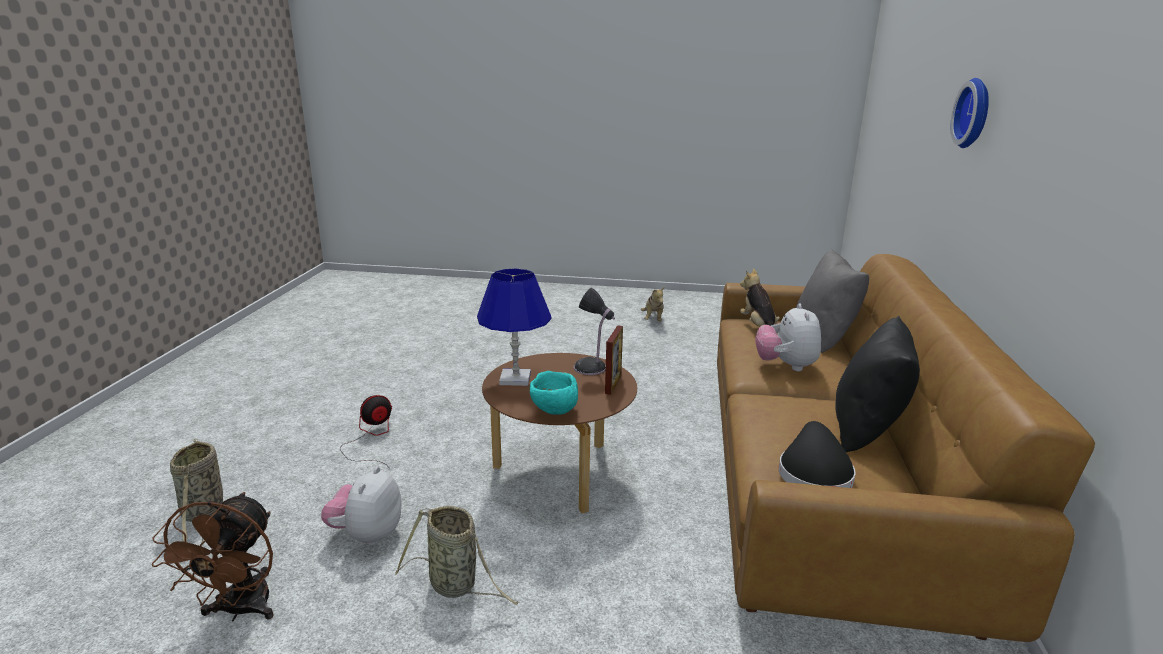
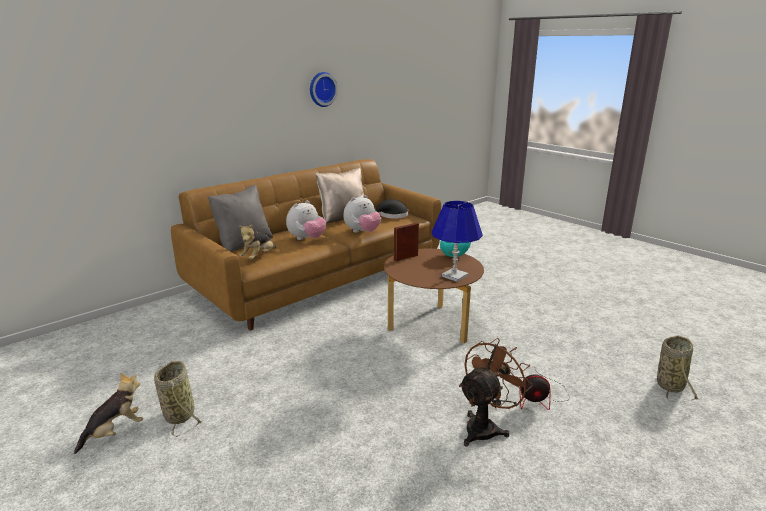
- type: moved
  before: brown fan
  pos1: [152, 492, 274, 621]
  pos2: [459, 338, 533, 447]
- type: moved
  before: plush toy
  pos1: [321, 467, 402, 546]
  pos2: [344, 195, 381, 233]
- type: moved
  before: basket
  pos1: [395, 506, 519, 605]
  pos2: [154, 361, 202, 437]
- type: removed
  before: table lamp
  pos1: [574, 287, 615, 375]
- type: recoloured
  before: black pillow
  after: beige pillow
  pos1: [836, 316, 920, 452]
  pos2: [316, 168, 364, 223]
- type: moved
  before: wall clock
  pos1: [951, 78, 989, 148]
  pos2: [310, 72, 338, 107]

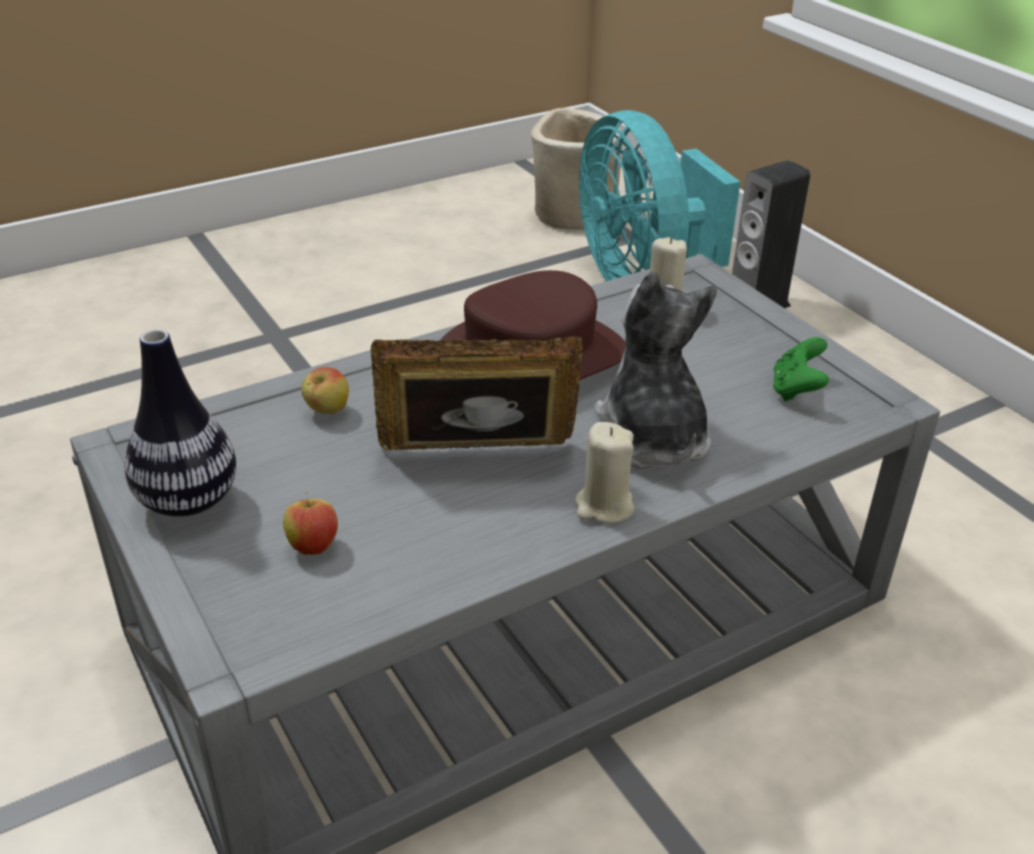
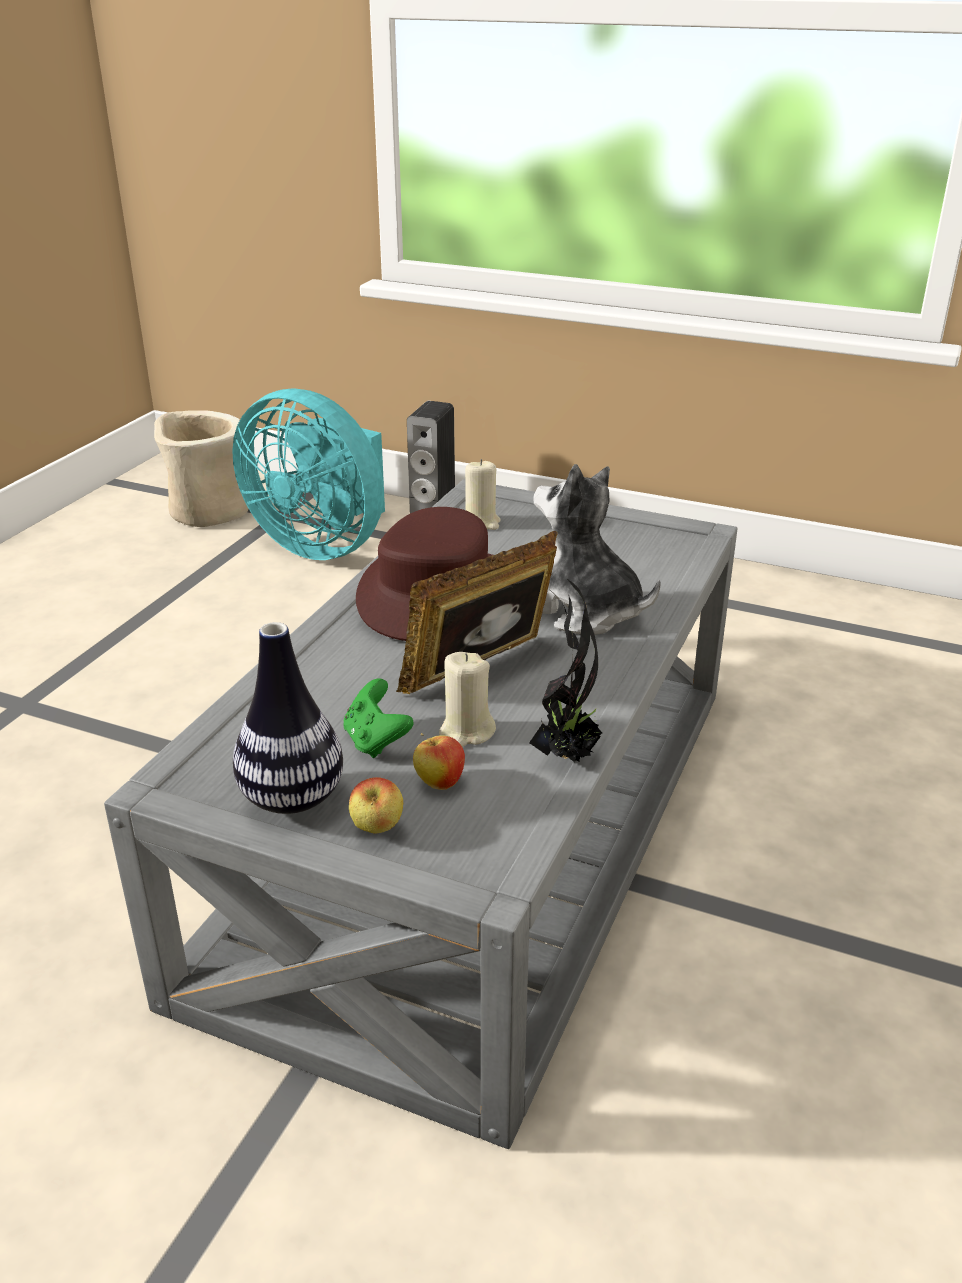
- type: moved
  before: apple
  pos1: [301, 367, 349, 414]
  pos2: [349, 777, 403, 833]
- type: moved
  before: beige candle
  pos1: [575, 422, 634, 524]
  pos2: [439, 652, 496, 747]
- type: moved
  before: green game controller
  pos1: [773, 337, 829, 401]
  pos2: [344, 678, 414, 758]
- type: added
  after: potted plant
  pos2: [529, 579, 602, 762]

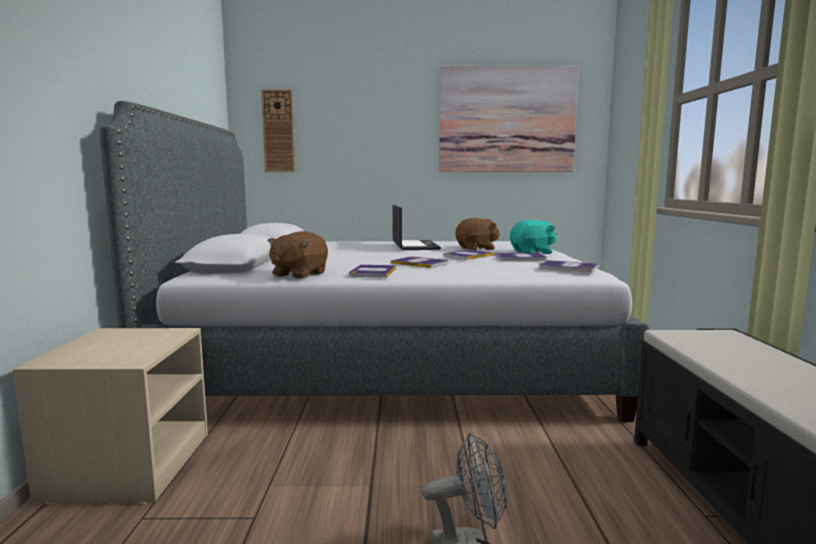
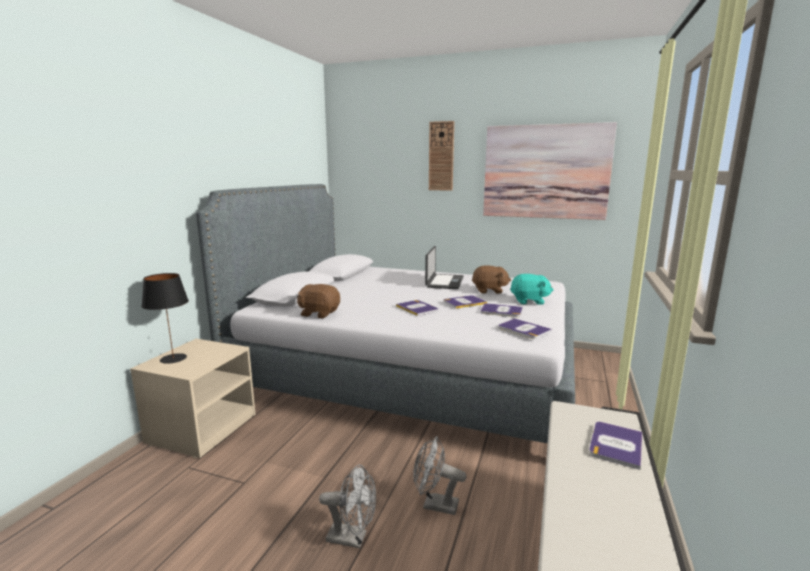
- type: moved
  before: wall clock
  pos1: [261, 90, 295, 172]
  pos2: [429, 121, 454, 191]
- type: turned
  before: brown plush toy
  pos1: [268, 231, 328, 279]
  pos2: [297, 284, 340, 319]
  turn: 60
- type: moved
  before: book
  pos1: [349, 265, 396, 278]
  pos2: [589, 422, 642, 470]
- type: added
  after: black table lamp
  pos2: [141, 273, 189, 364]
- type: added
  after: grey fan
  pos2: [413, 436, 467, 515]

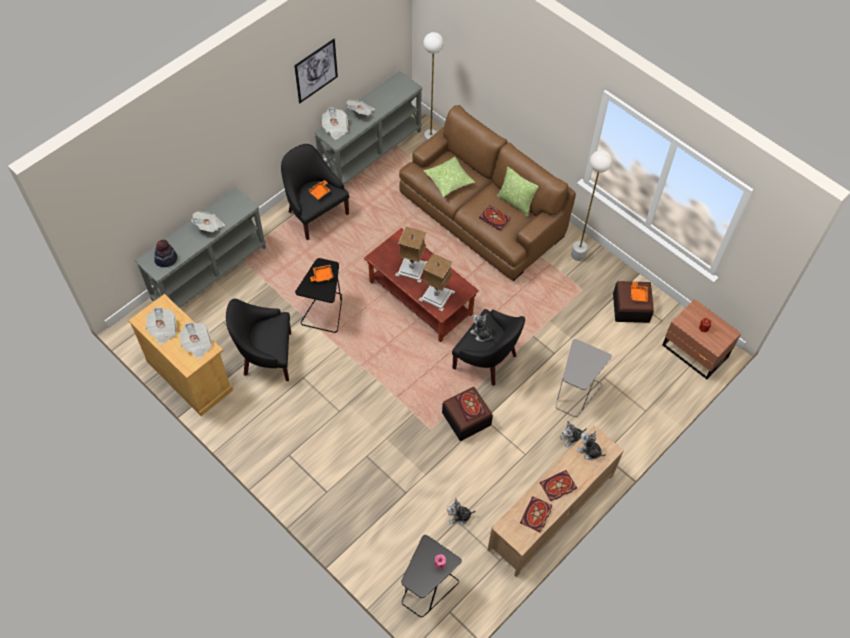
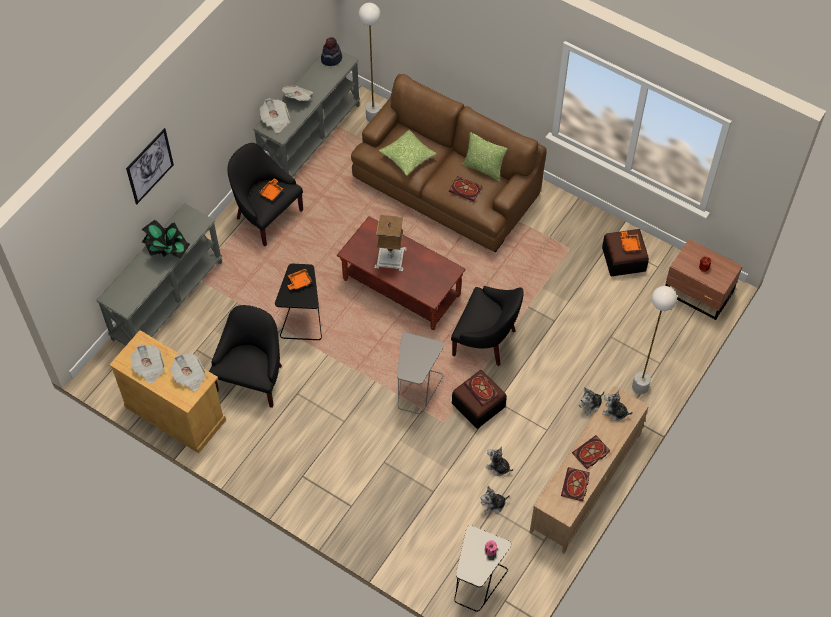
- type: moved
  before: hat
  pos1: [154, 240, 177, 267]
  pos2: [321, 37, 342, 66]
- type: replaced
  before: newspaper
  after: potted plant
  pos1: [191, 211, 225, 233]
  pos2: [141, 220, 190, 259]
- type: turned
  before: black armchair
  pos1: [226, 299, 291, 381]
  pos2: [209, 305, 282, 408]
  turn: 120
- type: moved
  before: picture
  pos1: [294, 39, 338, 103]
  pos2: [126, 128, 174, 204]
- type: removed
  before: table lamp
  pos1: [419, 253, 455, 311]
- type: moved
  before: plush toy
  pos1: [470, 314, 494, 342]
  pos2: [485, 446, 513, 476]
- type: moved
  before: grey side table
  pos1: [556, 339, 612, 417]
  pos2: [397, 332, 445, 414]
- type: moved
  before: white floor lamp
  pos1: [571, 150, 612, 261]
  pos2: [632, 286, 677, 394]

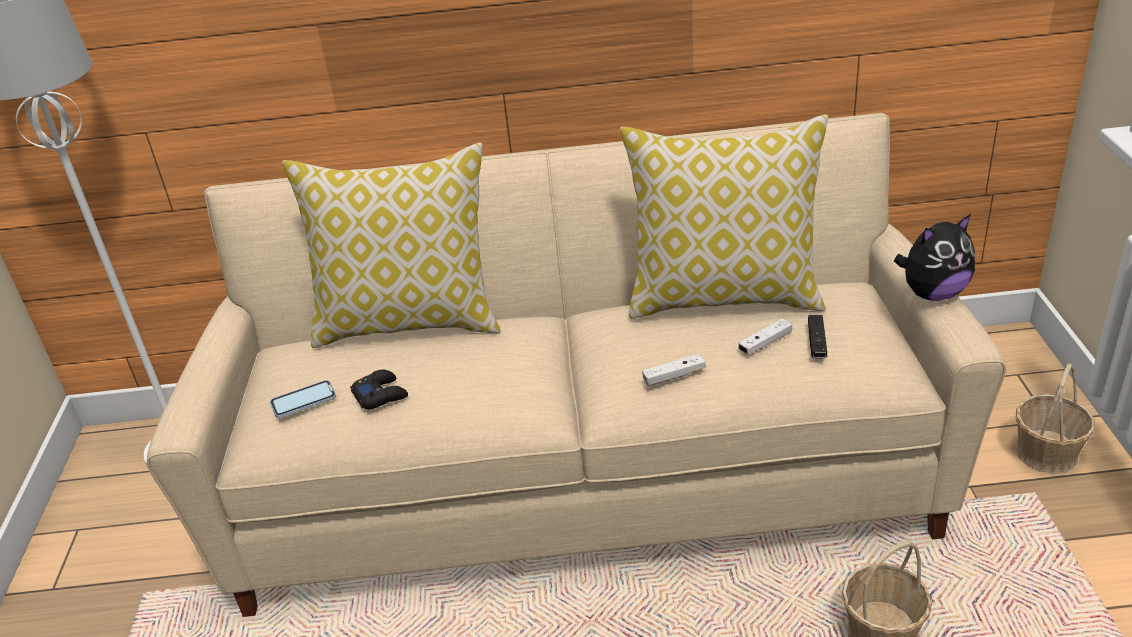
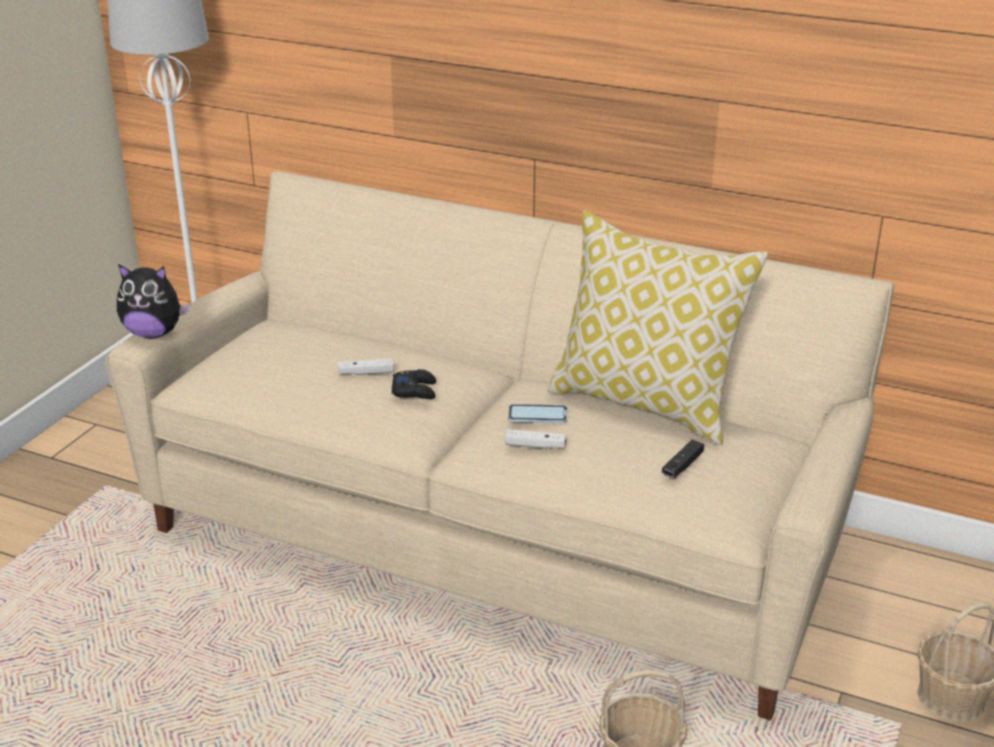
- type: moved
  before: phone
  pos1: [270, 380, 336, 418]
  pos2: [508, 404, 567, 423]
- type: removed
  before: pillow
  pos1: [282, 143, 501, 348]
- type: moved
  before: black game controller
  pos1: [350, 370, 408, 409]
  pos2: [392, 369, 436, 399]
- type: moved
  before: white game controller
  pos1: [738, 318, 792, 354]
  pos2: [338, 359, 394, 375]
- type: moved
  before: plush toy
  pos1: [894, 214, 975, 301]
  pos2: [117, 264, 190, 338]

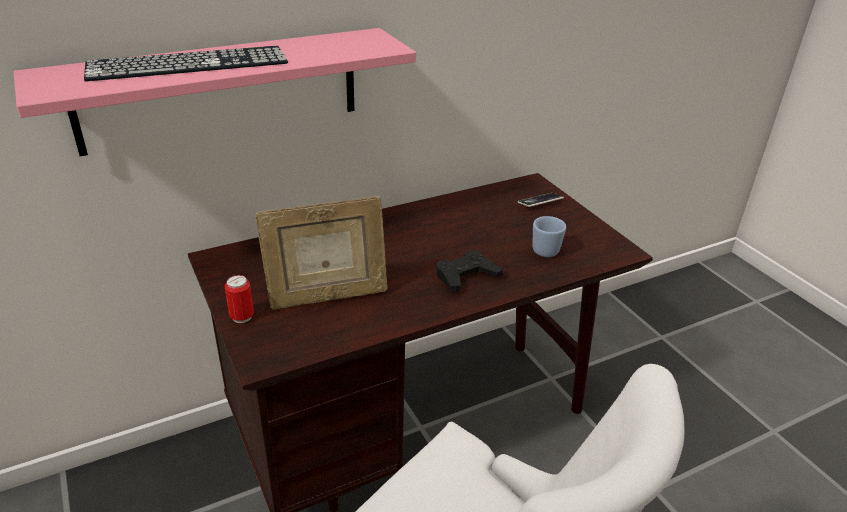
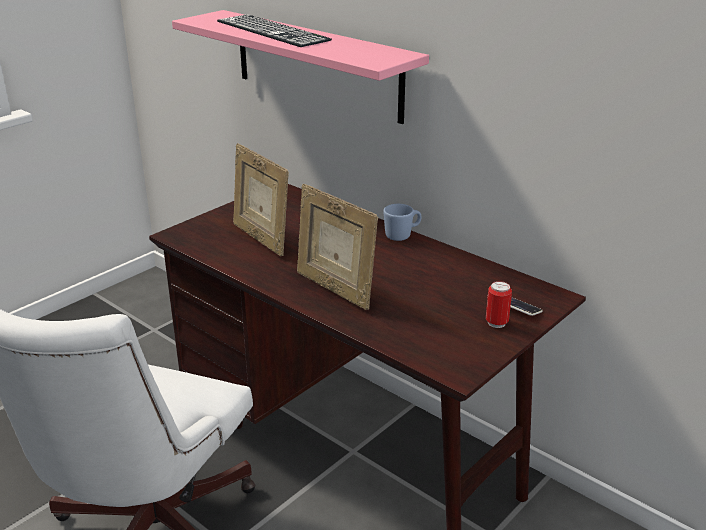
- type: moved
  before: can
  pos1: [225, 275, 254, 323]
  pos2: [486, 281, 512, 328]
- type: replaced
  before: black game controller
  after: picture frame
  pos1: [436, 251, 503, 292]
  pos2: [297, 184, 378, 310]
- type: moved
  before: blue mug
  pos1: [532, 216, 566, 257]
  pos2: [383, 204, 421, 241]

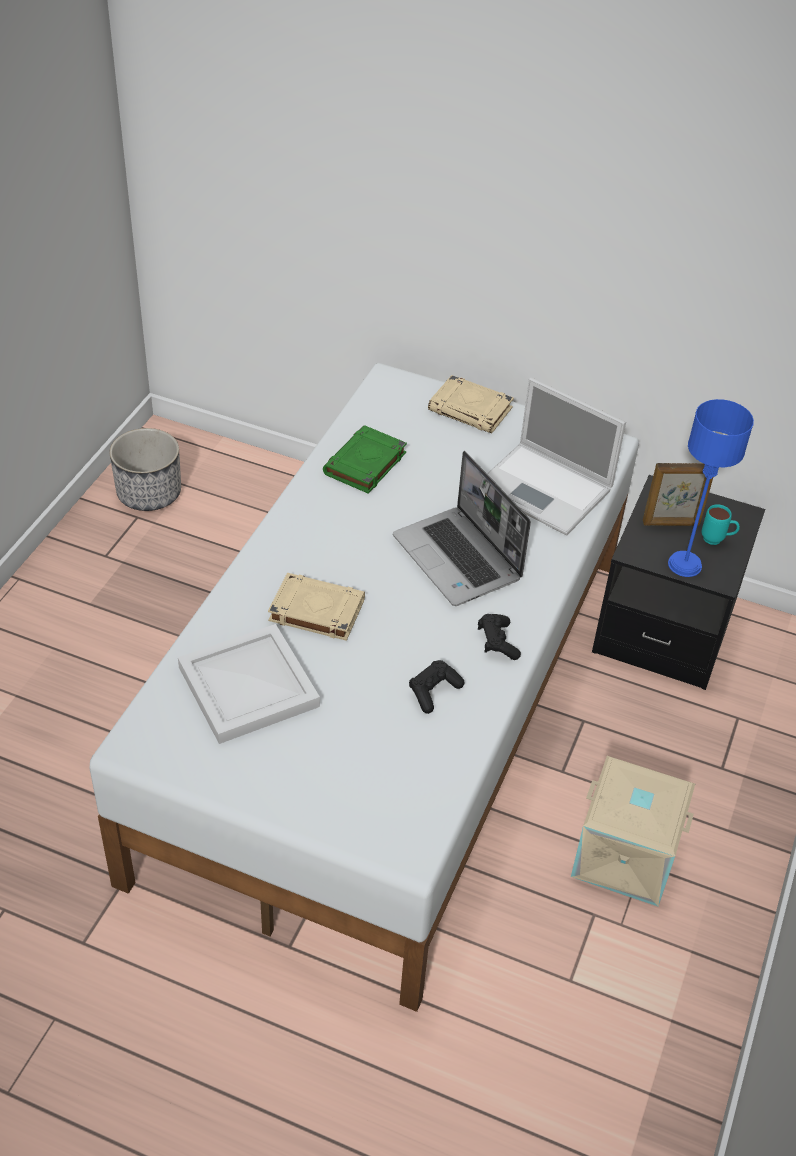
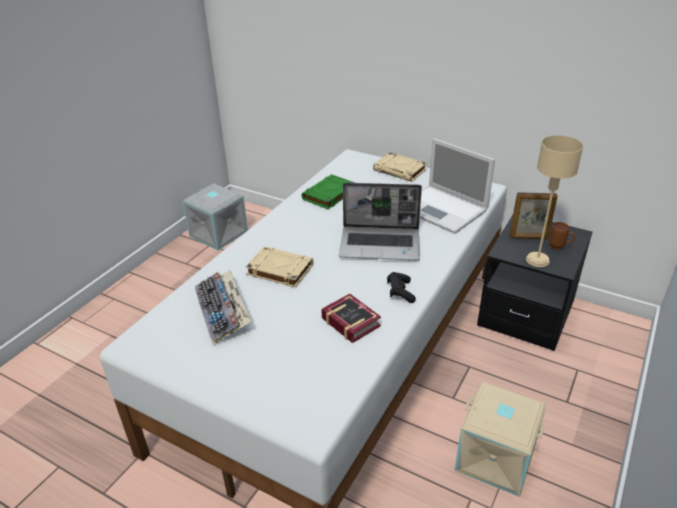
- type: replaced
  before: planter
  after: grey storage box
  pos1: [109, 428, 181, 511]
  pos2: [183, 184, 248, 250]
- type: replaced
  before: white tray
  after: keyboard
  pos1: [178, 624, 320, 744]
  pos2: [195, 270, 251, 345]
- type: turned
  before: laptop
  pos1: [393, 451, 531, 606]
  pos2: [339, 183, 422, 261]
  turn: -60
- type: replaced
  before: black game controller
  after: book
  pos1: [409, 660, 465, 714]
  pos2: [321, 293, 381, 343]
- type: recoloured
  before: blue table lamp
  after: beige table lamp
  pos1: [668, 399, 754, 577]
  pos2: [526, 135, 583, 267]
- type: recoloured
  before: turquoise mug
  after: brown mug
  pos1: [702, 504, 740, 545]
  pos2: [549, 222, 575, 250]

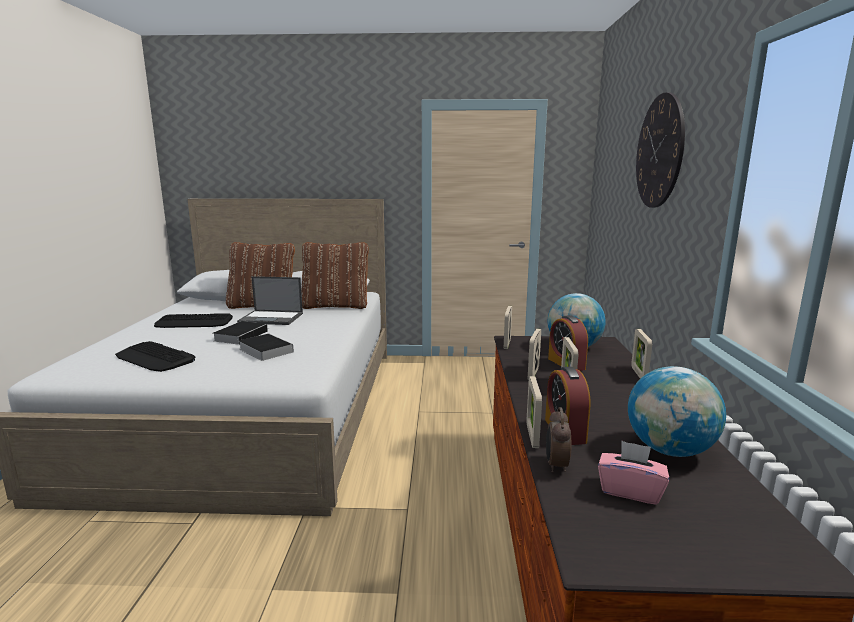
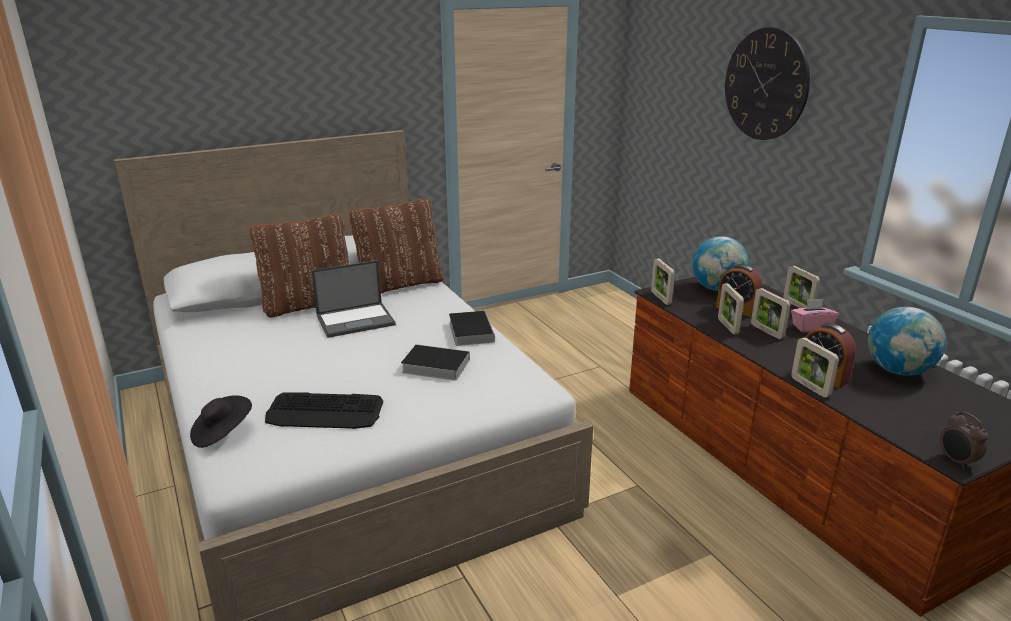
- type: removed
  before: keyboard
  pos1: [154, 314, 233, 328]
- type: moved
  before: book
  pos1: [213, 321, 268, 345]
  pos2: [449, 311, 495, 346]
- type: moved
  before: alarm clock
  pos1: [546, 407, 571, 473]
  pos2: [940, 412, 989, 470]
- type: moved
  before: pink tissue box
  pos1: [598, 441, 669, 505]
  pos2: [791, 299, 839, 332]
- type: added
  after: black hat
  pos2: [190, 395, 252, 448]

